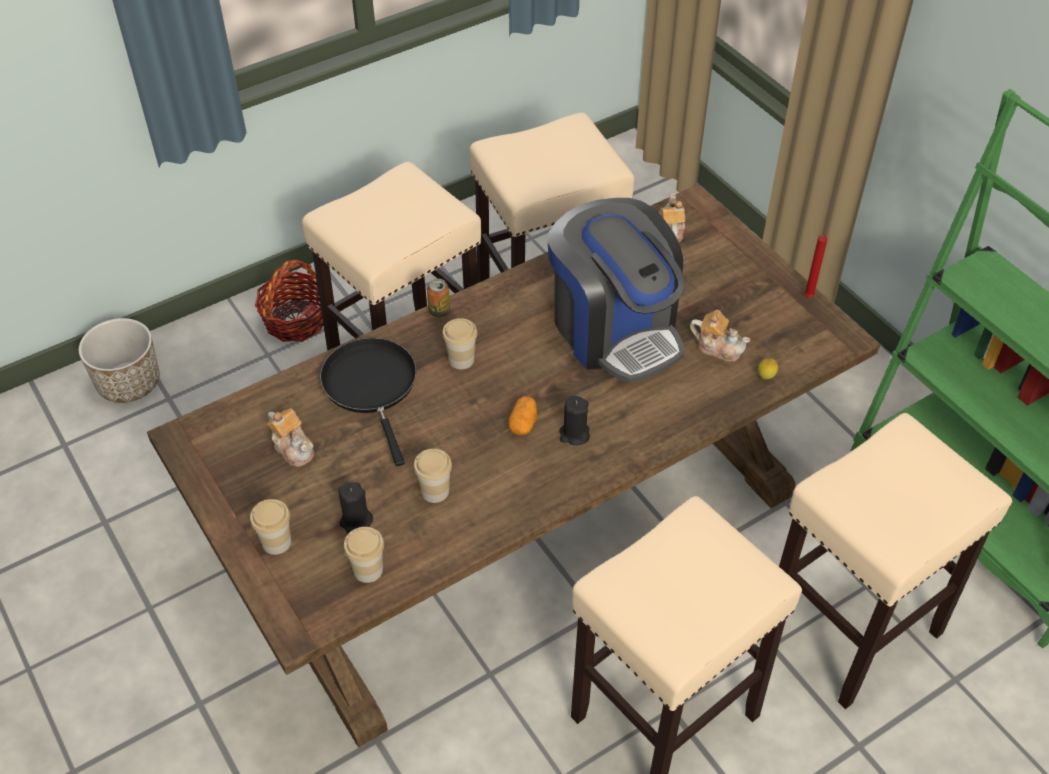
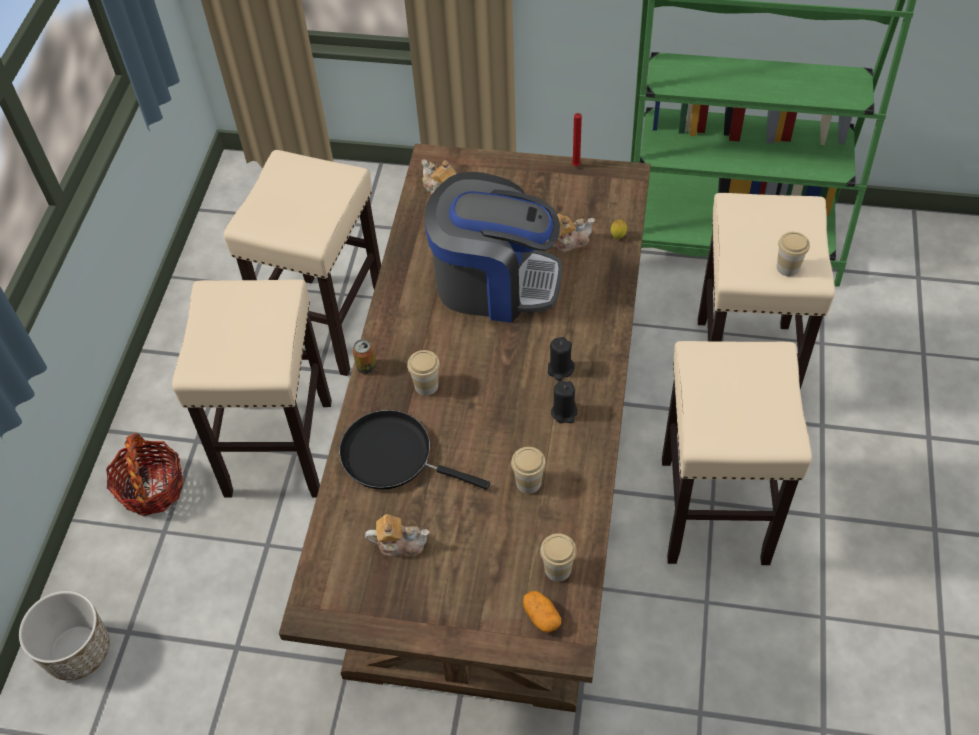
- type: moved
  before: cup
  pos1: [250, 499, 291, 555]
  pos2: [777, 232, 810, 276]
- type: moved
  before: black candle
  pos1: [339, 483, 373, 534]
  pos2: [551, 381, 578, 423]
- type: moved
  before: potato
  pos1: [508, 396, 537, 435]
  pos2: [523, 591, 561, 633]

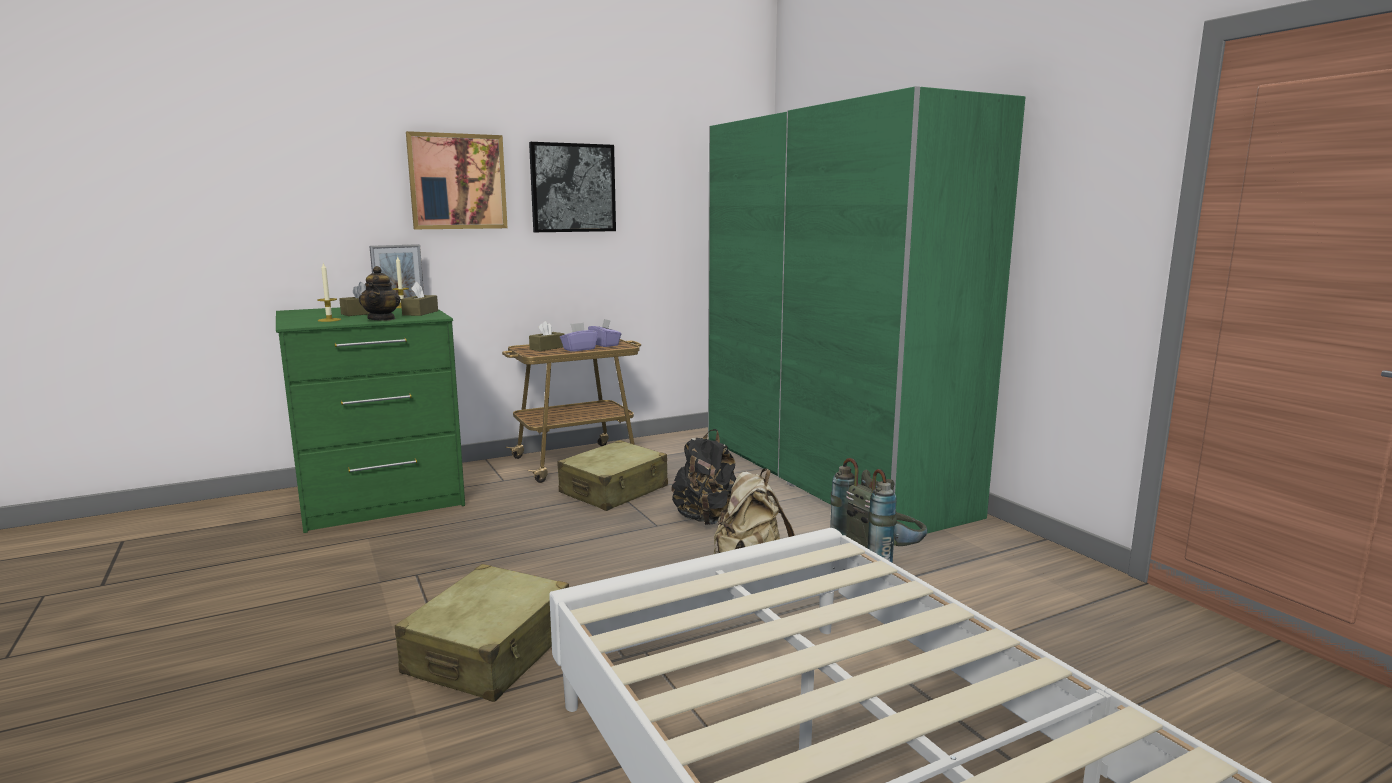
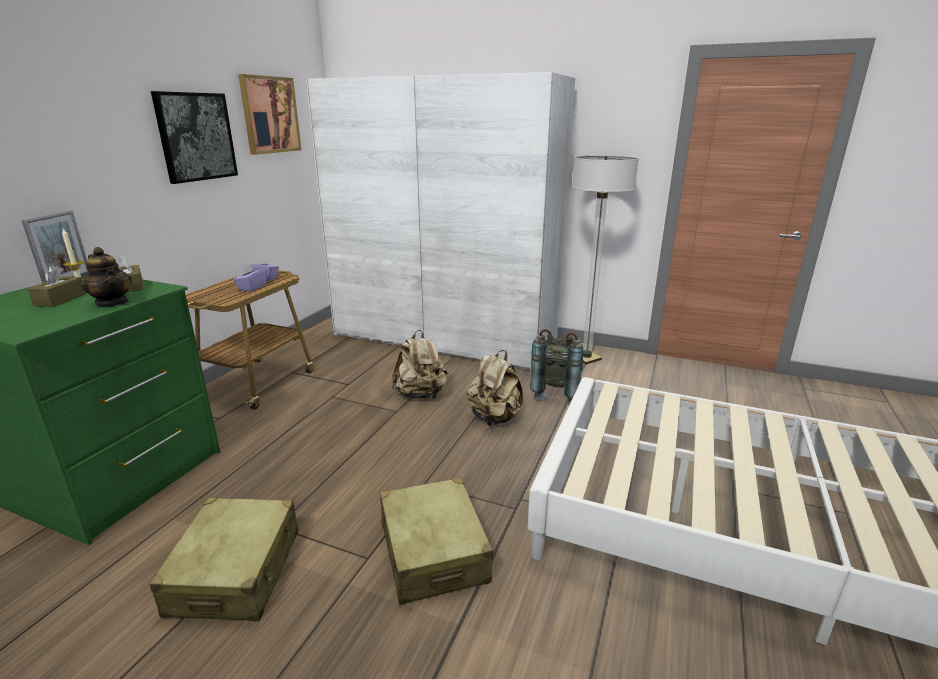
- type: removed
  before: candle
  pos1: [317, 263, 341, 322]
- type: moved
  before: picture
  pos1: [406, 131, 508, 229]
  pos2: [238, 74, 302, 155]
- type: removed
  before: brown tissue box
  pos1: [529, 321, 565, 351]
- type: moved
  before: beige suitcase
  pos1: [557, 440, 668, 511]
  pos2: [150, 498, 298, 621]
- type: recoloured
  before: black backpack
  after: beige backpack
  pos1: [671, 429, 736, 525]
  pos2: [391, 330, 448, 399]
- type: recoloured
  before: green wardrobe
  after: white wardrobe
  pos1: [708, 86, 1025, 533]
  pos2: [306, 72, 575, 369]
- type: added
  after: floor lamp
  pos2: [572, 155, 639, 364]

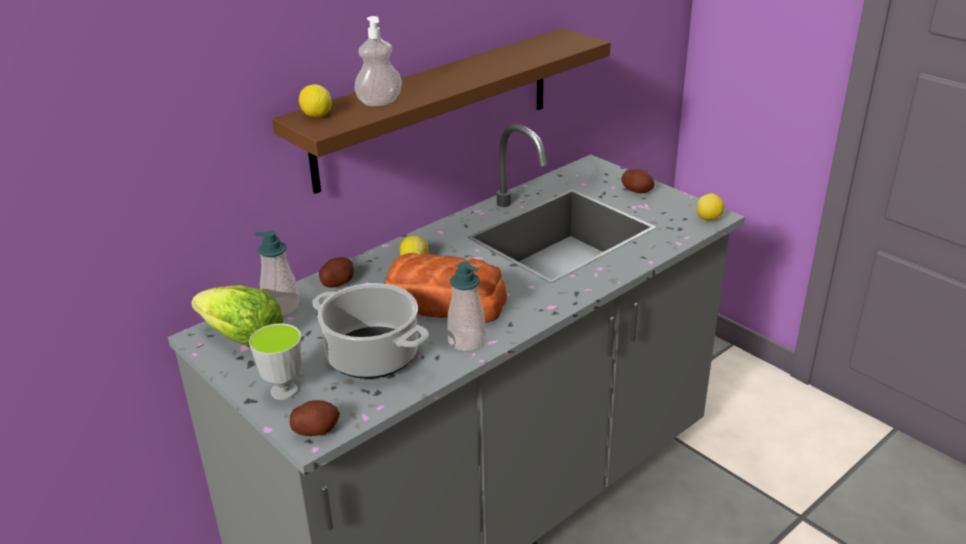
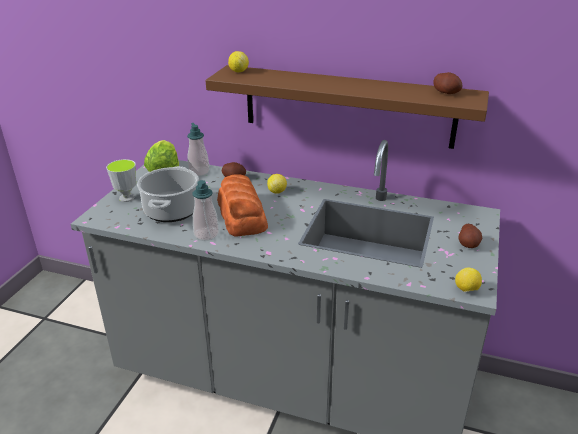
- type: moved
  before: potato
  pos1: [290, 400, 340, 436]
  pos2: [433, 72, 463, 94]
- type: removed
  before: soap dispenser
  pos1: [354, 16, 402, 106]

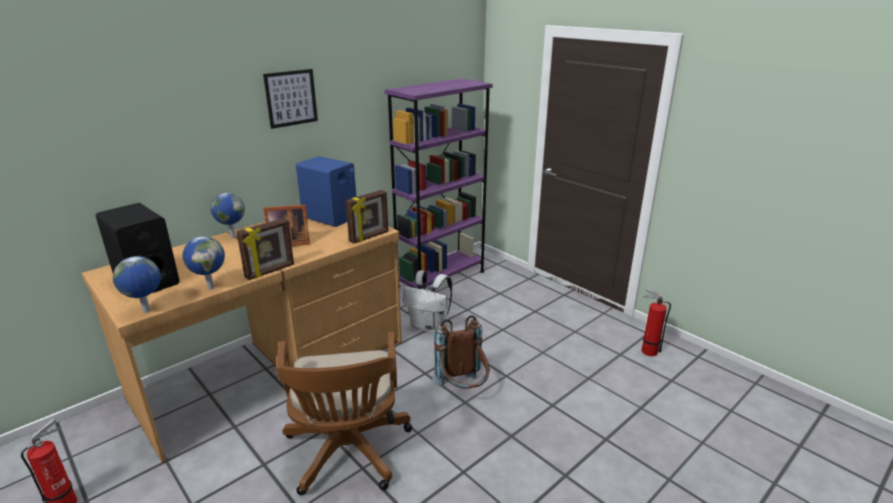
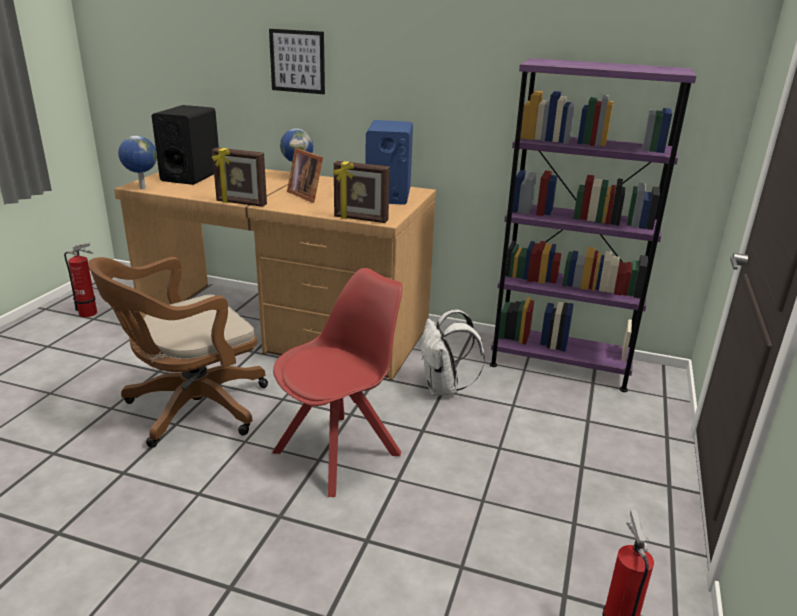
- type: removed
  before: globe
  pos1: [182, 236, 225, 290]
- type: moved
  before: picture
  pos1: [263, 69, 318, 129]
  pos2: [269, 29, 325, 94]
- type: replaced
  before: brown backpack
  after: red chair
  pos1: [432, 315, 489, 389]
  pos2: [272, 268, 402, 497]

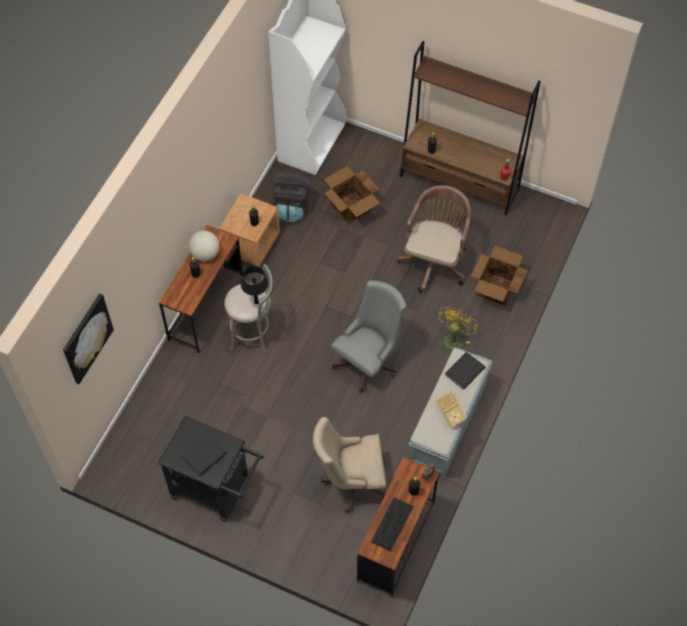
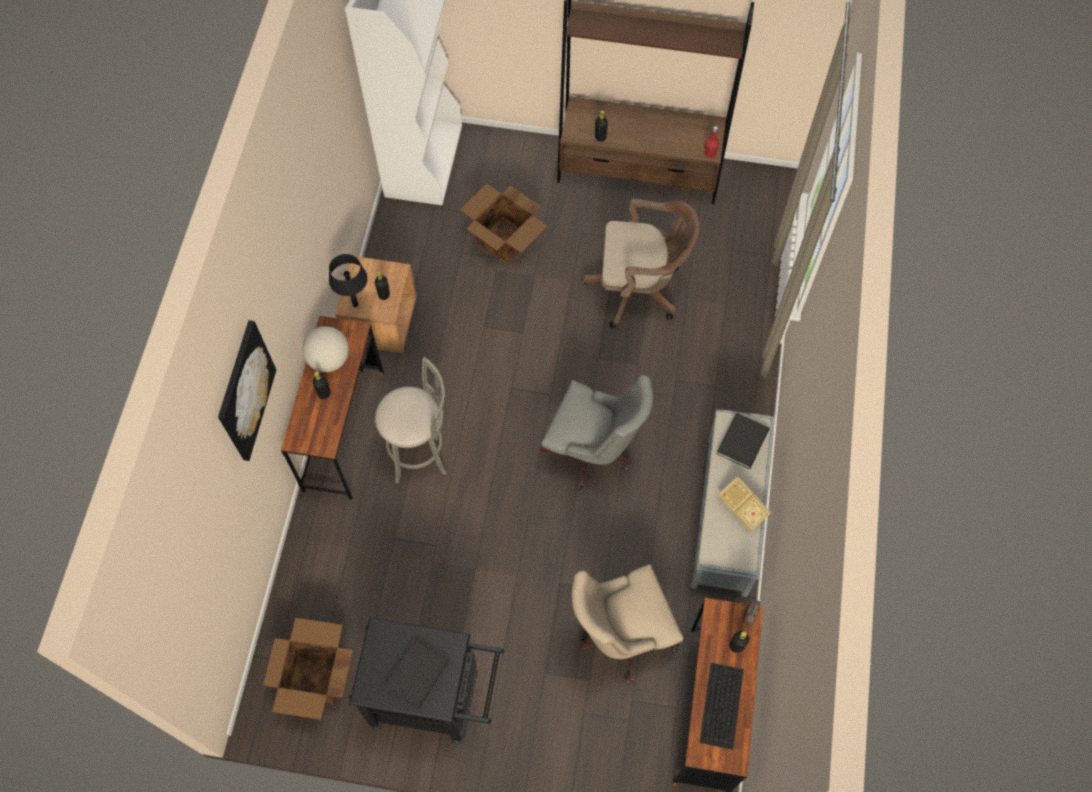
- type: moved
  before: picture
  pos1: [63, 294, 114, 384]
  pos2: [218, 320, 276, 461]
- type: moved
  before: black table lamp
  pos1: [241, 266, 268, 304]
  pos2: [329, 254, 368, 307]
- type: removed
  before: black backpack
  pos1: [271, 171, 310, 222]
- type: turned
  before: grey office chair
  pos1: [331, 280, 407, 393]
  pos2: [540, 375, 653, 490]
  turn: 90
- type: turned
  before: brown office chair
  pos1: [397, 185, 471, 293]
  pos2: [583, 199, 699, 328]
  turn: 90
- type: removed
  before: yellow fan
  pos1: [437, 306, 477, 352]
- type: moved
  before: cardboard box
  pos1: [471, 246, 527, 306]
  pos2: [263, 618, 353, 720]

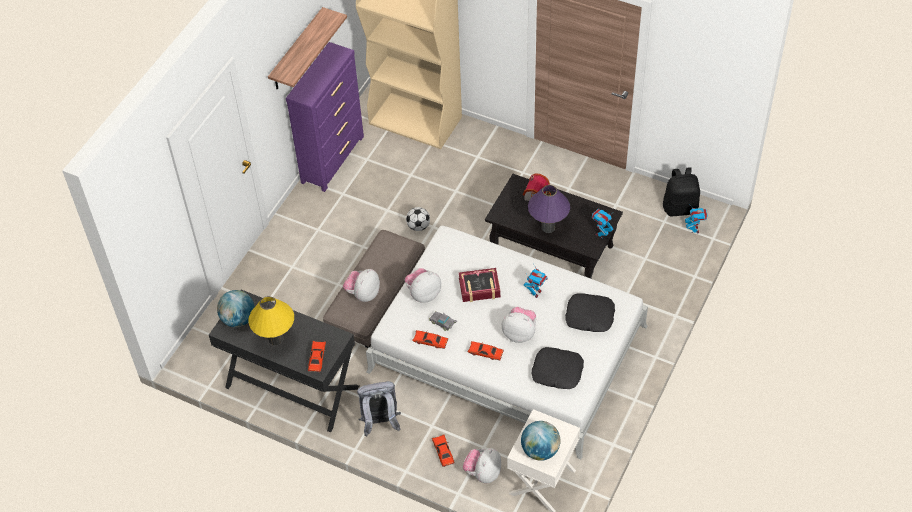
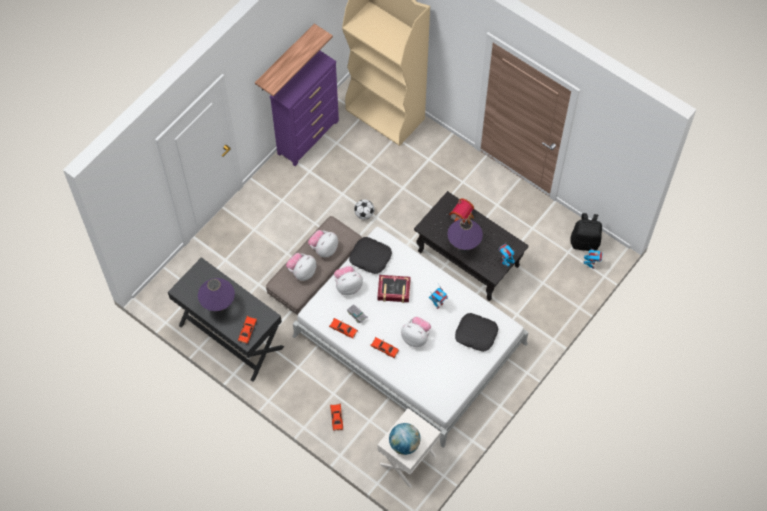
- type: removed
  before: globe
  pos1: [217, 290, 254, 327]
- type: recoloured
  before: yellow table lamp
  after: purple table lamp
  pos1: [248, 296, 294, 345]
  pos2: [198, 278, 235, 313]
- type: removed
  before: grey backpack
  pos1: [357, 381, 401, 436]
- type: moved
  before: plush toy
  pos1: [463, 448, 501, 483]
  pos2: [308, 230, 338, 258]
- type: moved
  before: black pillow
  pos1: [532, 347, 584, 389]
  pos2: [349, 237, 392, 274]

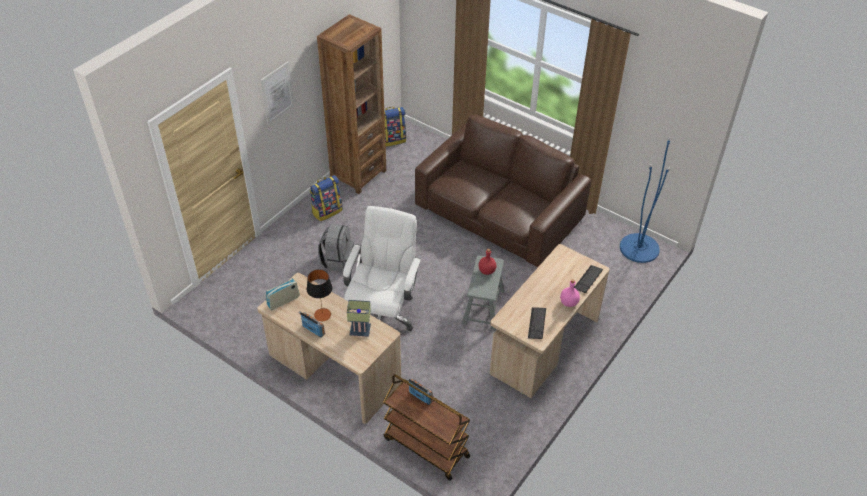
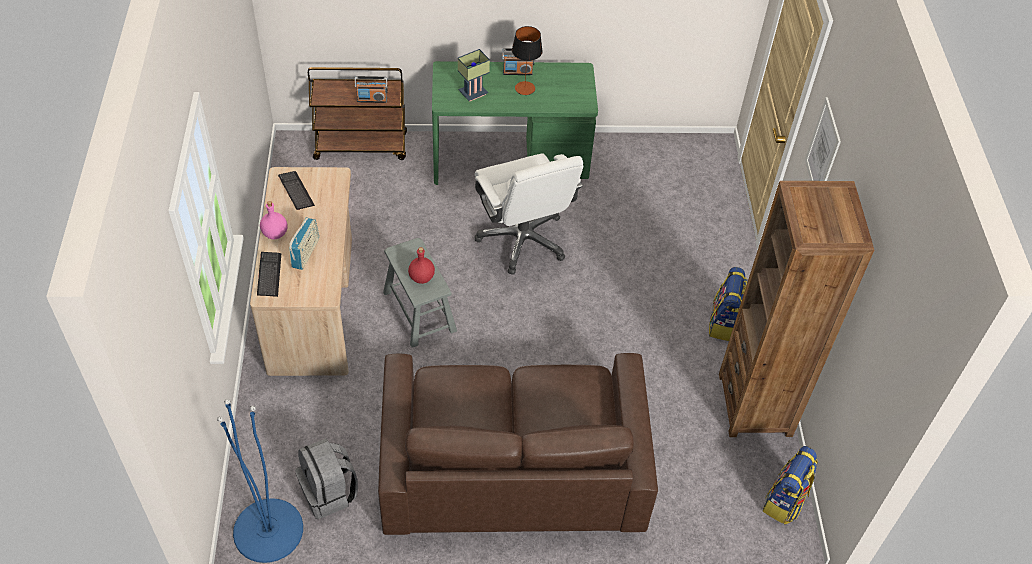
- type: recoloured
  before: beige desk
  after: green desk
  pos1: [257, 273, 401, 424]
  pos2: [432, 61, 598, 185]
- type: moved
  before: radio
  pos1: [266, 278, 300, 310]
  pos2: [289, 217, 319, 270]
- type: moved
  before: grey backpack
  pos1: [318, 224, 354, 272]
  pos2: [295, 438, 358, 519]

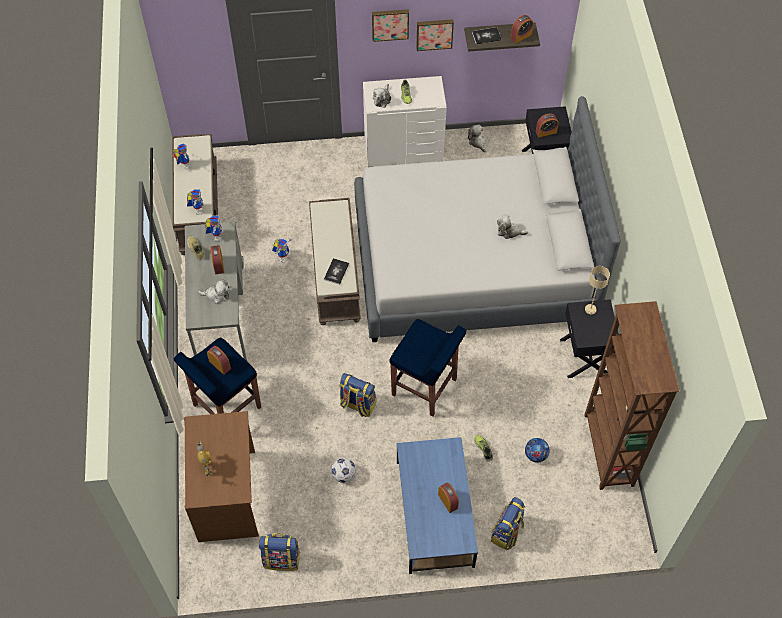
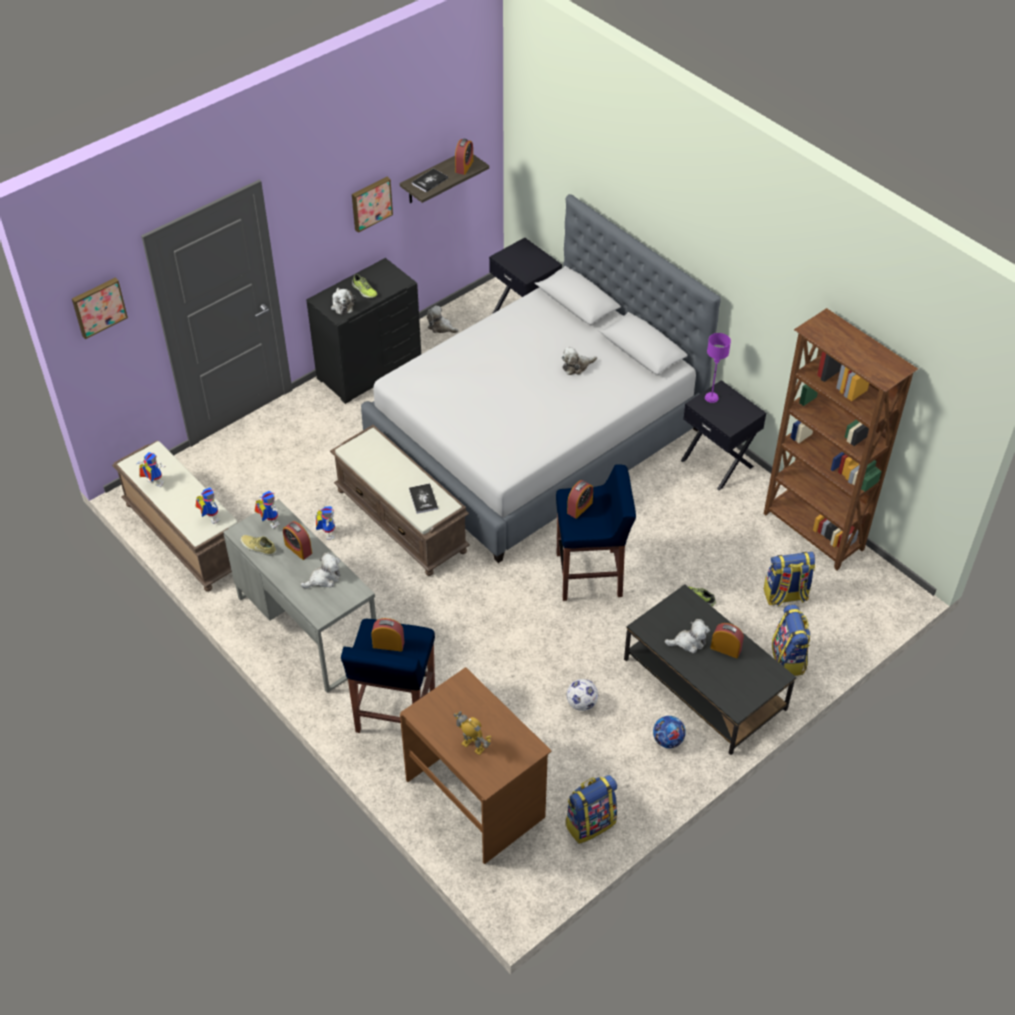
- type: moved
  before: backpack
  pos1: [339, 373, 376, 417]
  pos2: [764, 552, 815, 606]
- type: recoloured
  before: white dresser
  after: black dresser
  pos1: [363, 76, 447, 167]
  pos2: [306, 258, 421, 404]
- type: moved
  before: picture
  pos1: [372, 9, 409, 42]
  pos2: [72, 278, 128, 339]
- type: recoloured
  before: blue coffee table
  after: black coffee table
  pos1: [397, 437, 478, 574]
  pos2: [624, 584, 796, 755]
- type: moved
  before: football
  pos1: [525, 438, 550, 463]
  pos2: [653, 716, 686, 748]
- type: moved
  before: alarm clock
  pos1: [536, 113, 558, 137]
  pos2: [567, 480, 593, 519]
- type: recoloured
  before: beige table lamp
  after: purple table lamp
  pos1: [585, 266, 610, 314]
  pos2: [705, 333, 731, 403]
- type: added
  after: plush toy
  pos2: [664, 619, 710, 653]

